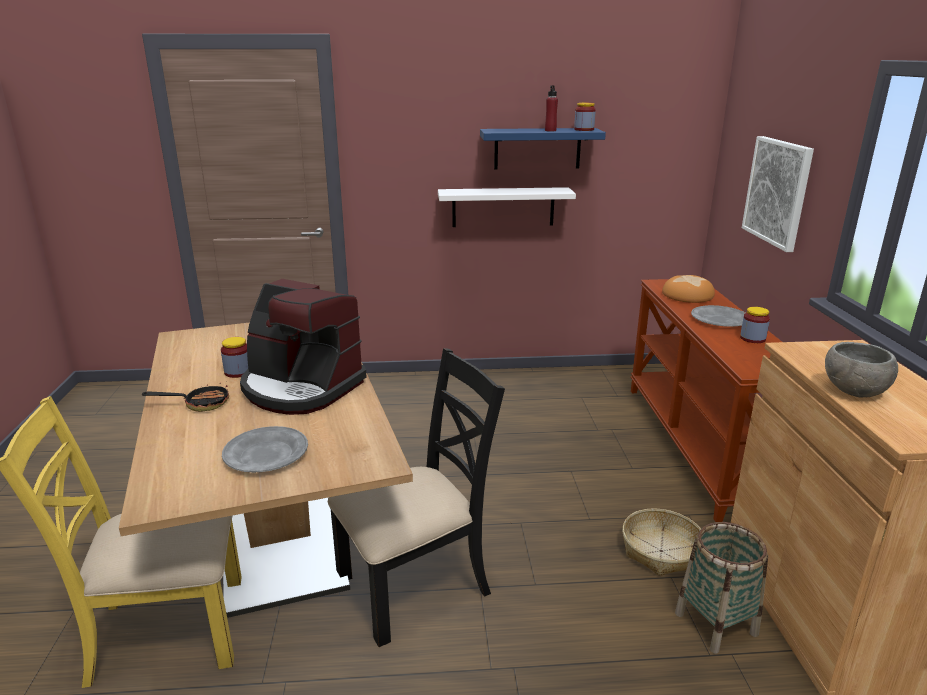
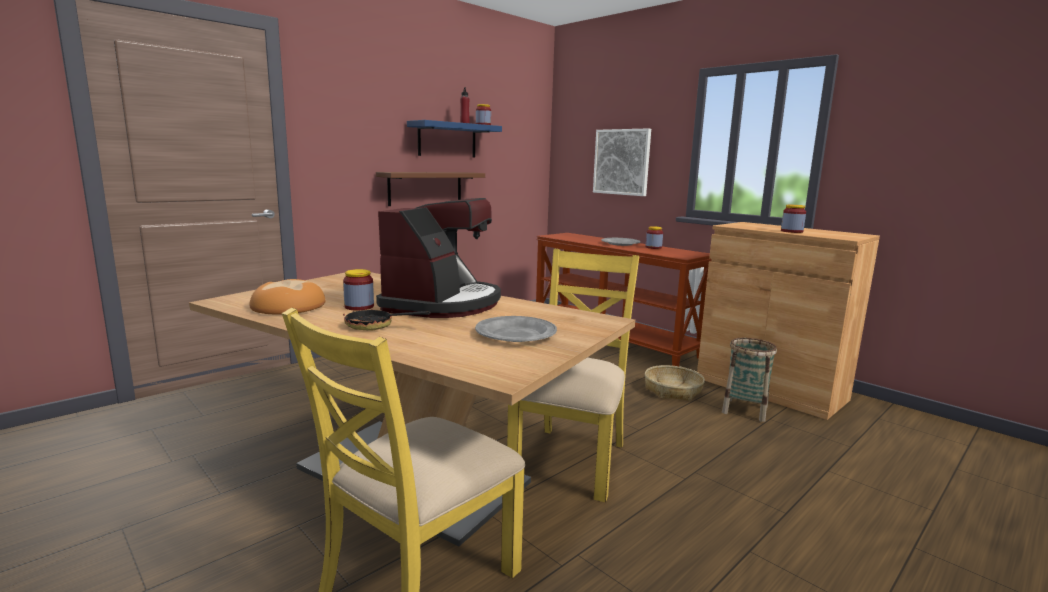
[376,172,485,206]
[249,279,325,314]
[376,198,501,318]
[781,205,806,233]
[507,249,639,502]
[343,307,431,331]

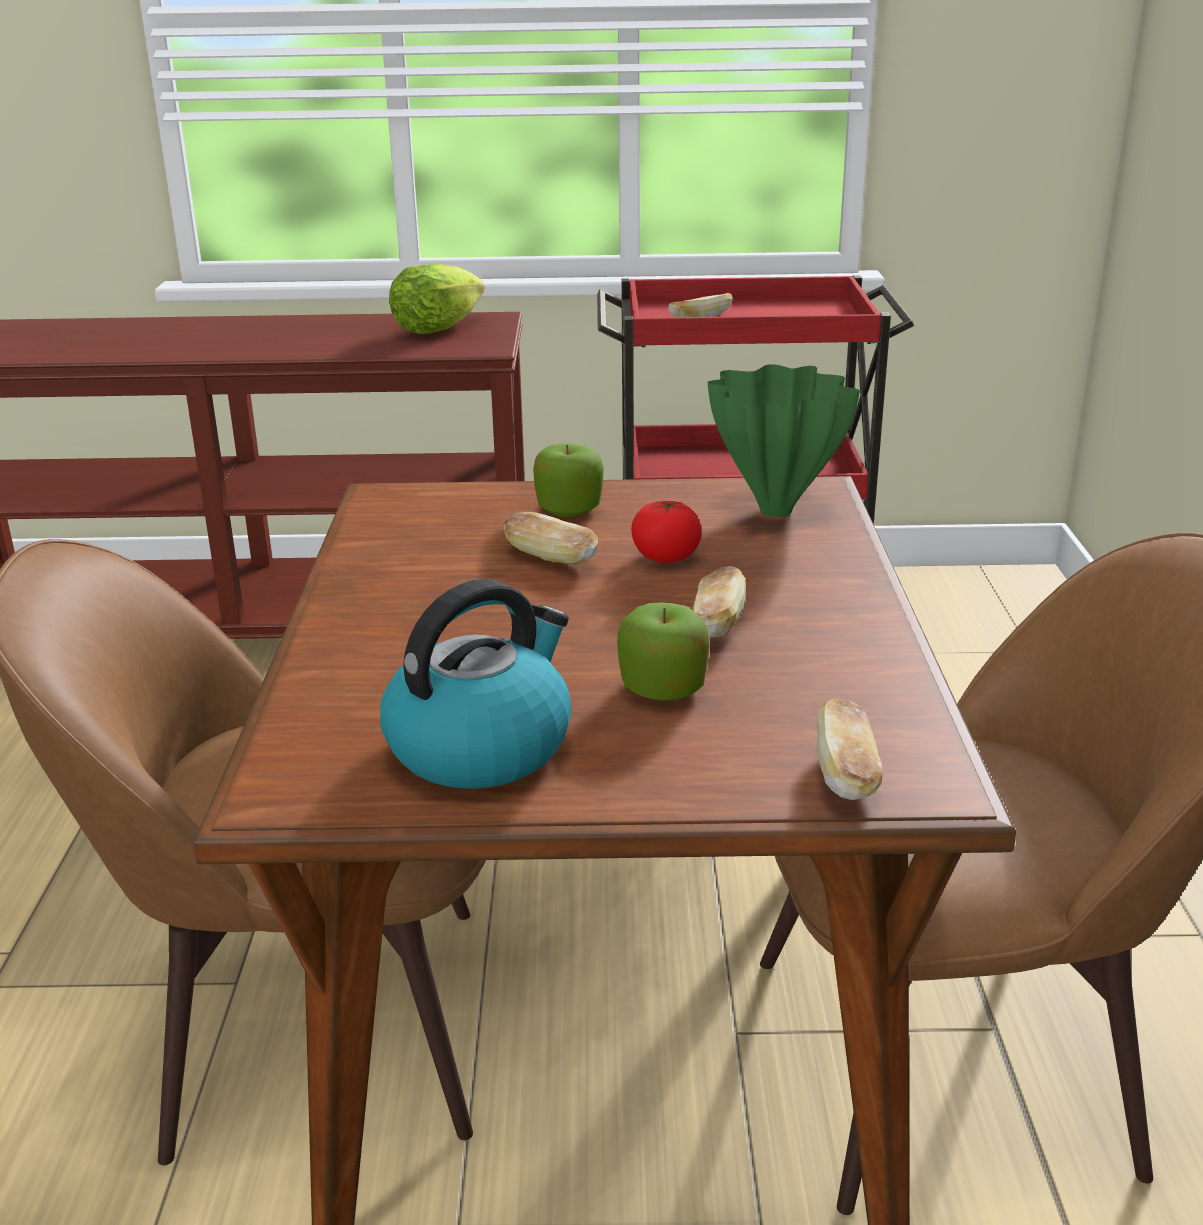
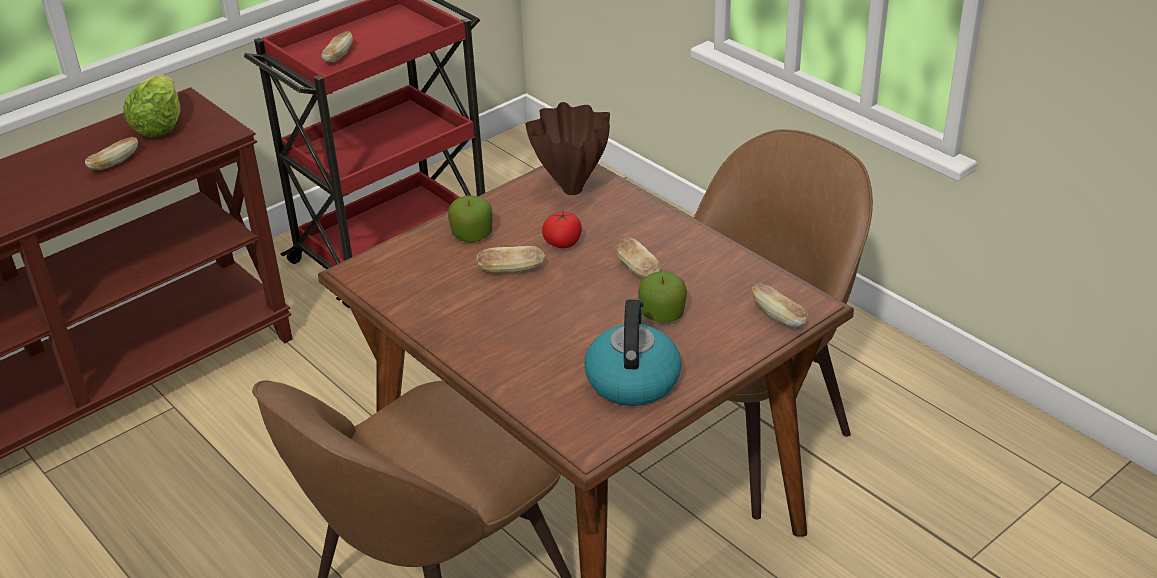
[525,102,610,195]
[85,137,138,170]

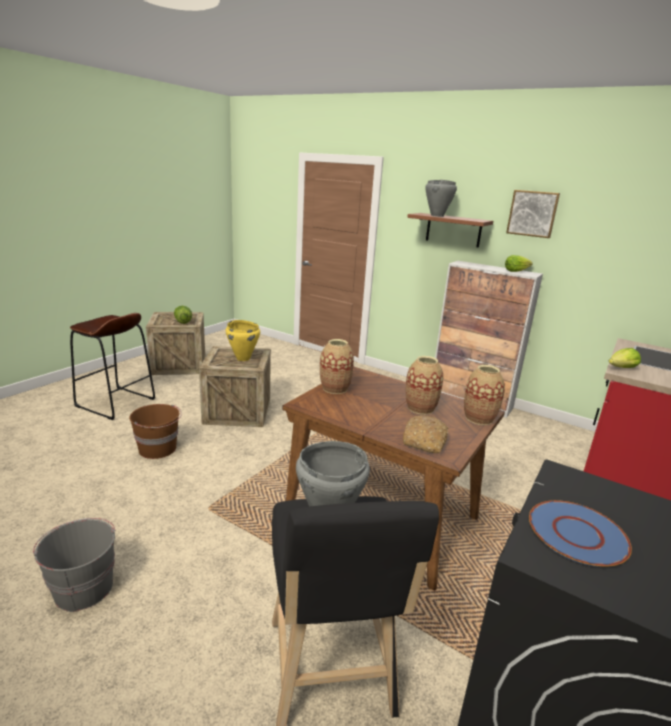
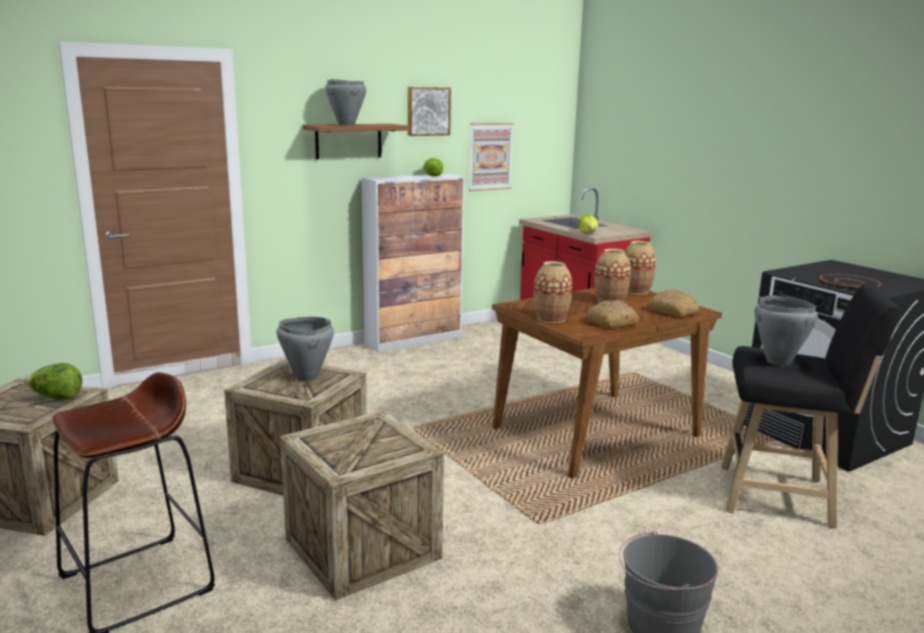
[276,317,334,381]
[280,410,444,600]
[820,274,881,290]
[469,123,514,191]
[586,300,638,329]

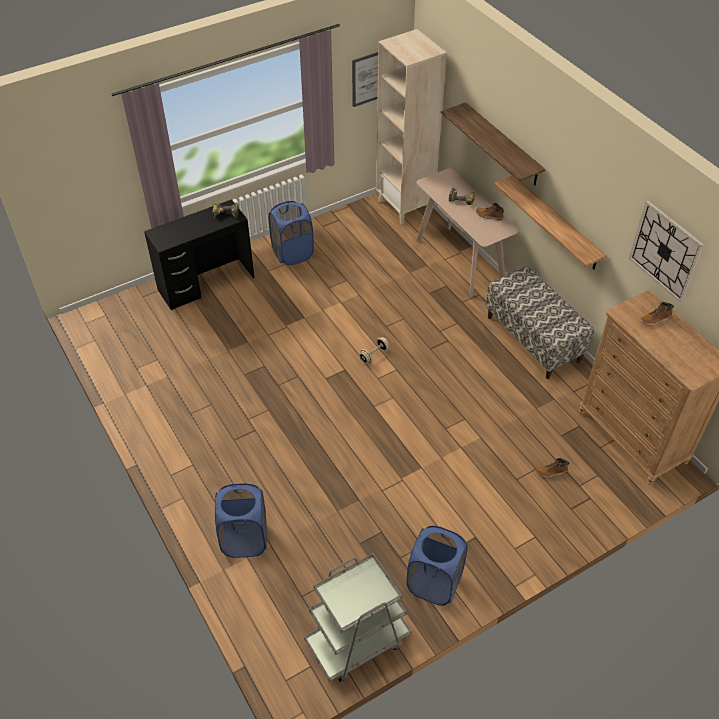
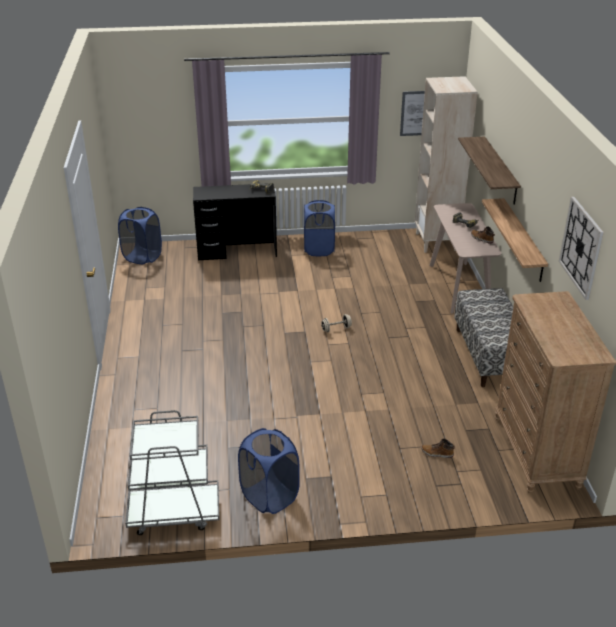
[640,302,674,326] (first image)
[118,207,162,264]

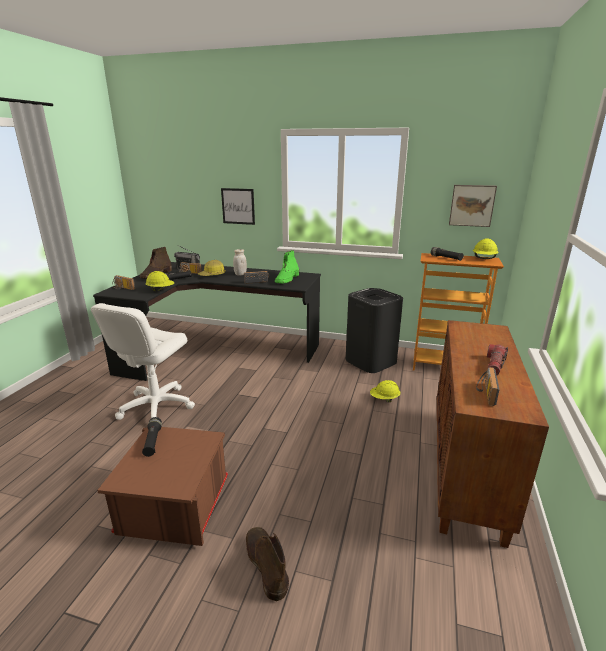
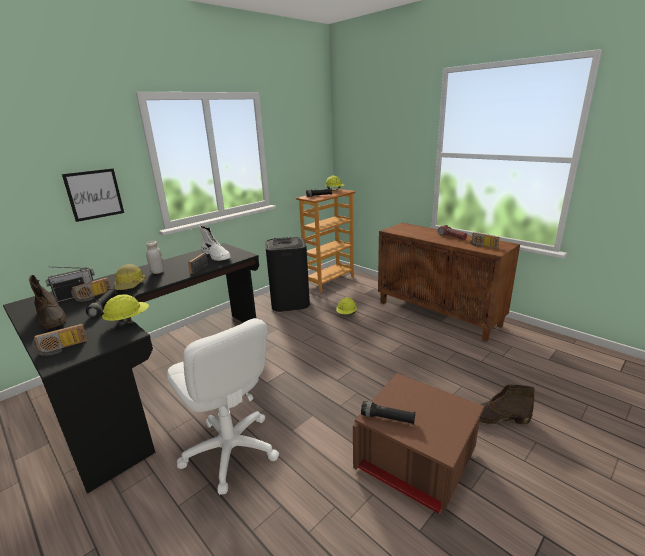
[449,185,497,227] (first image)
[199,226,231,261]

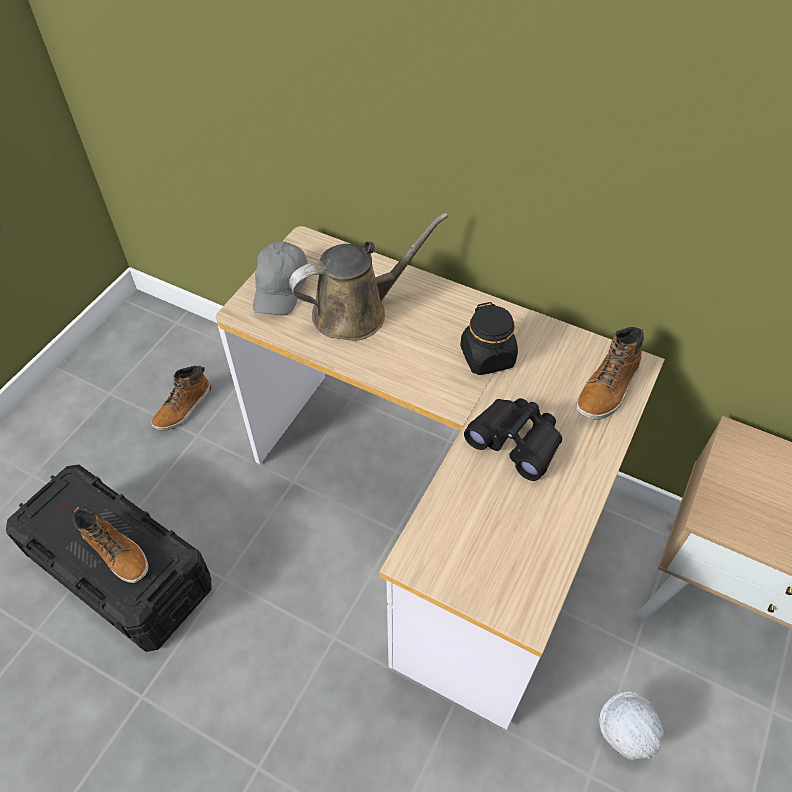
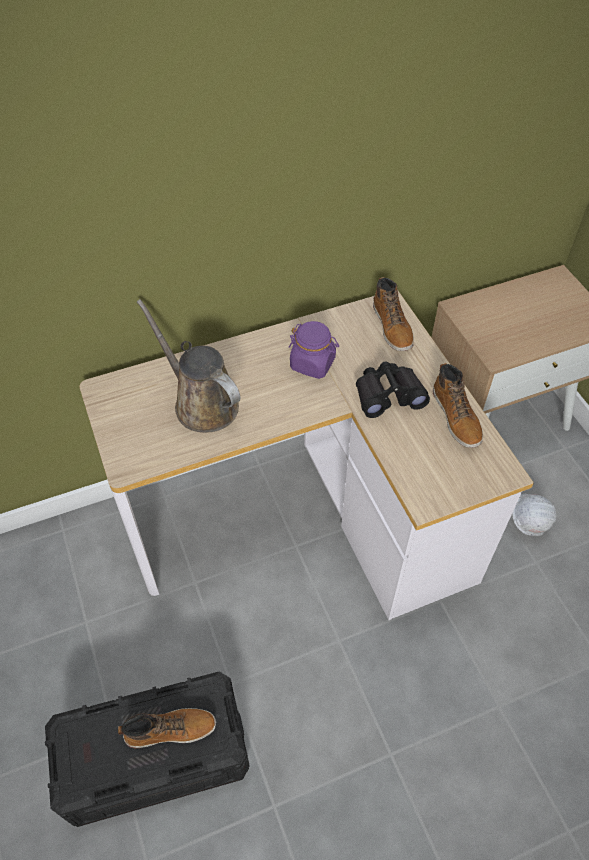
[137,299,240,433]
[253,241,308,315] (first image)
[289,321,339,379]
[433,363,483,448]

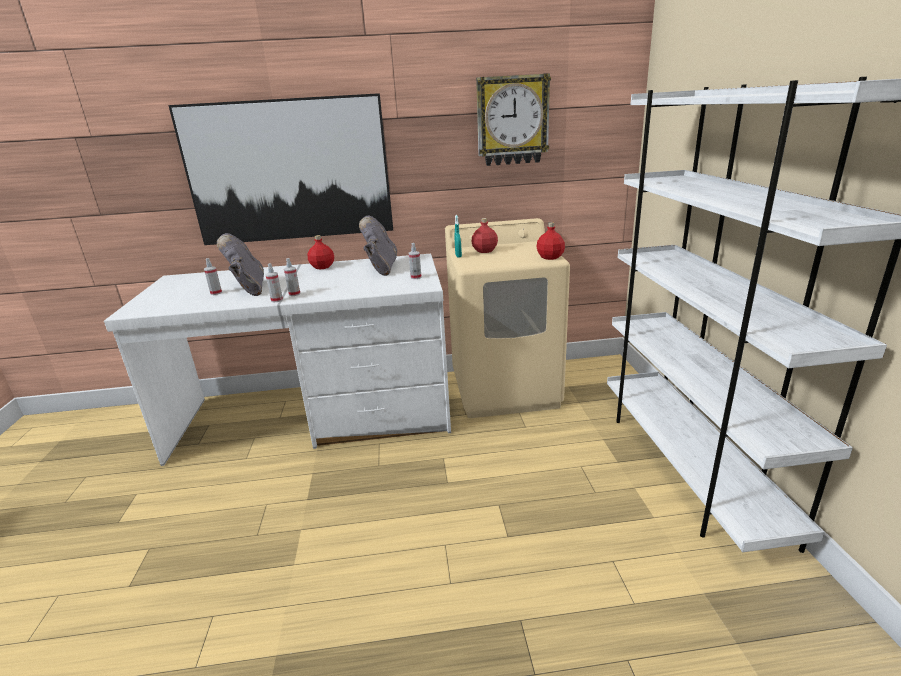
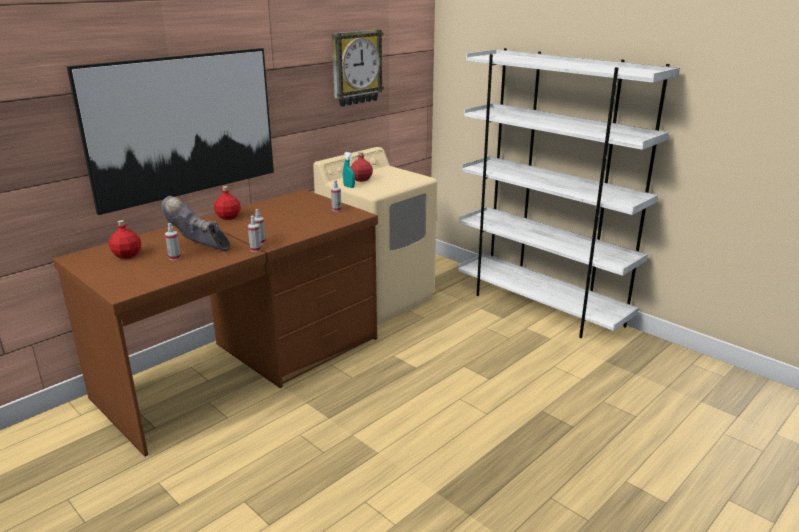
[359,216,397,276] (first image)
[109,220,141,259]
[53,189,378,457]

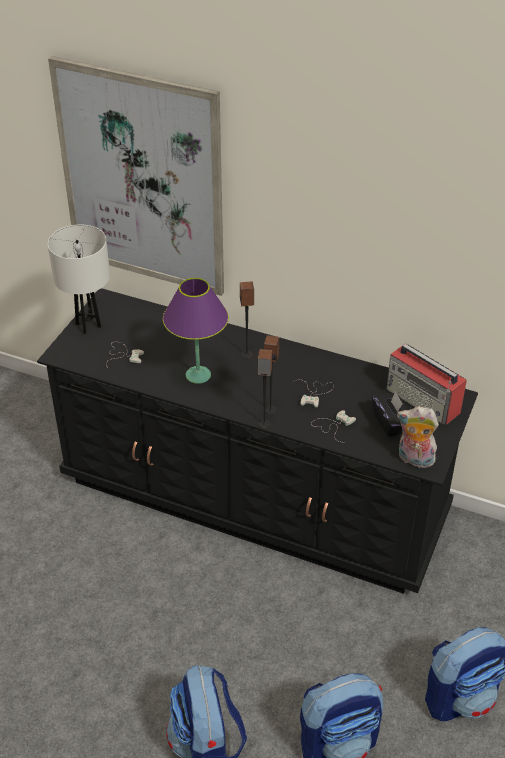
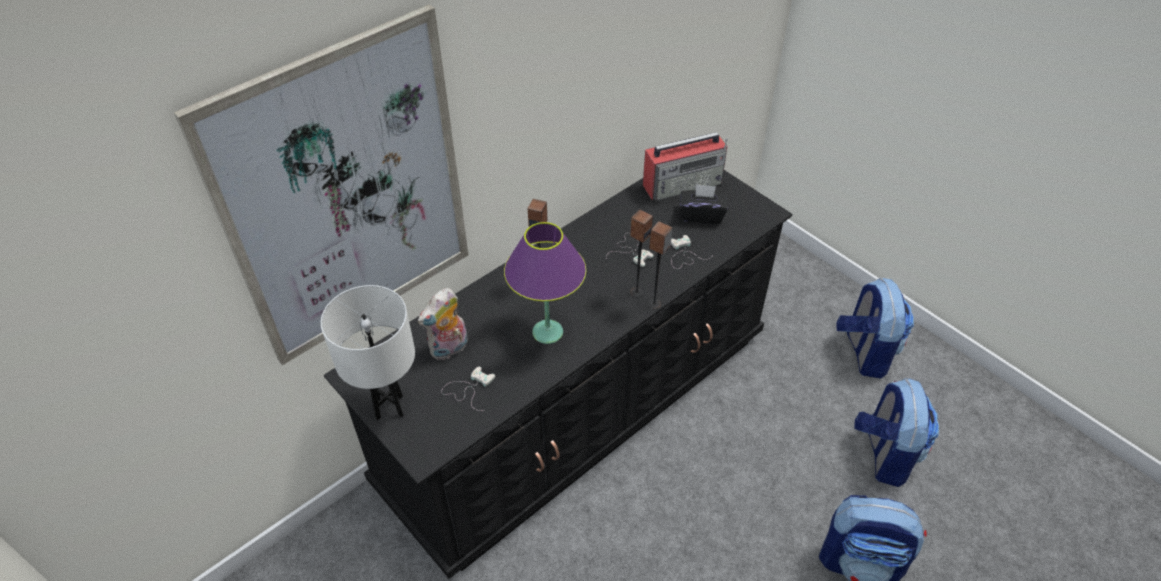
[418,288,468,361]

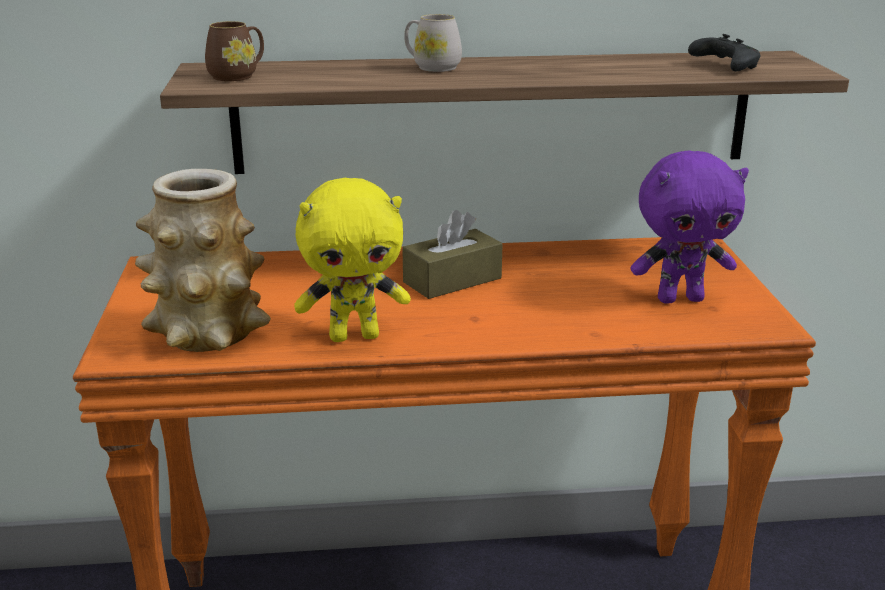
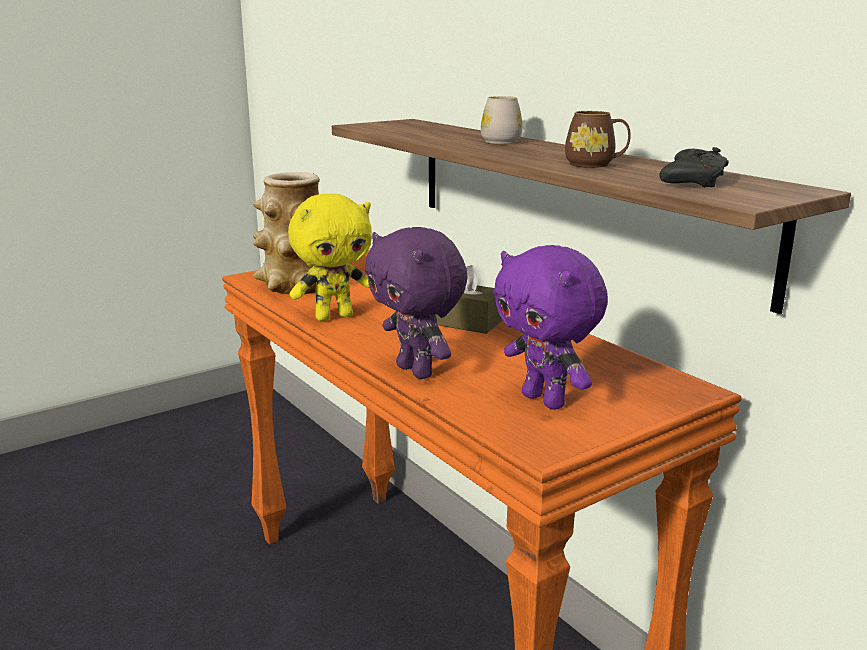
[565,111,631,168]
[288,193,372,321]
[365,227,468,379]

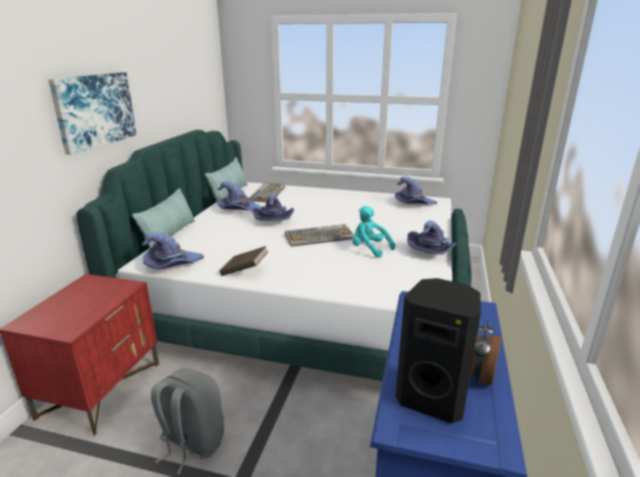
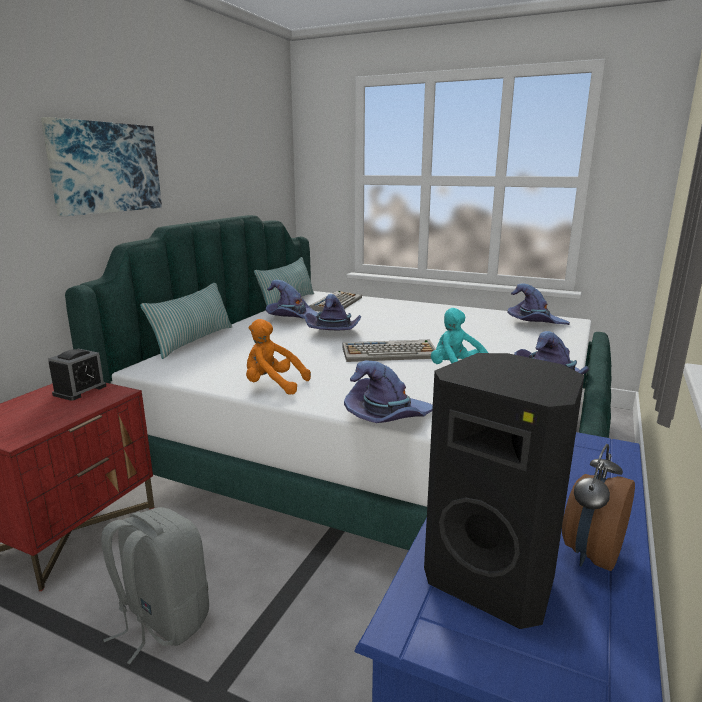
[344,361,433,423]
[246,319,311,395]
[48,349,106,401]

